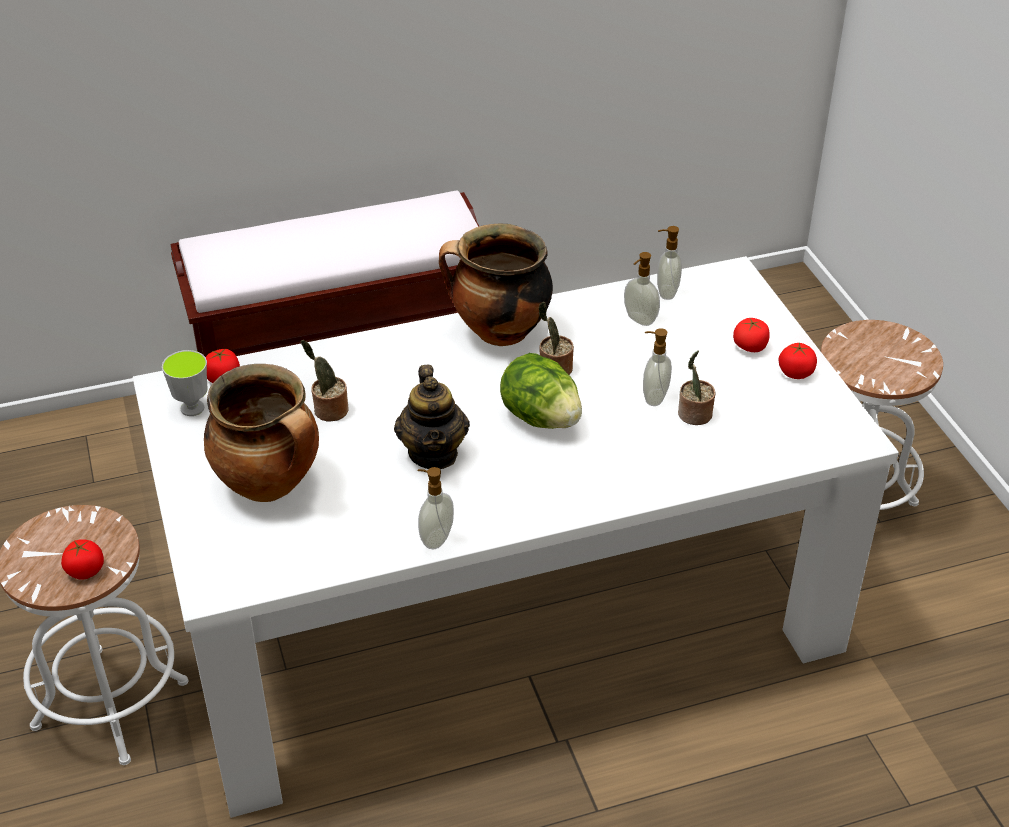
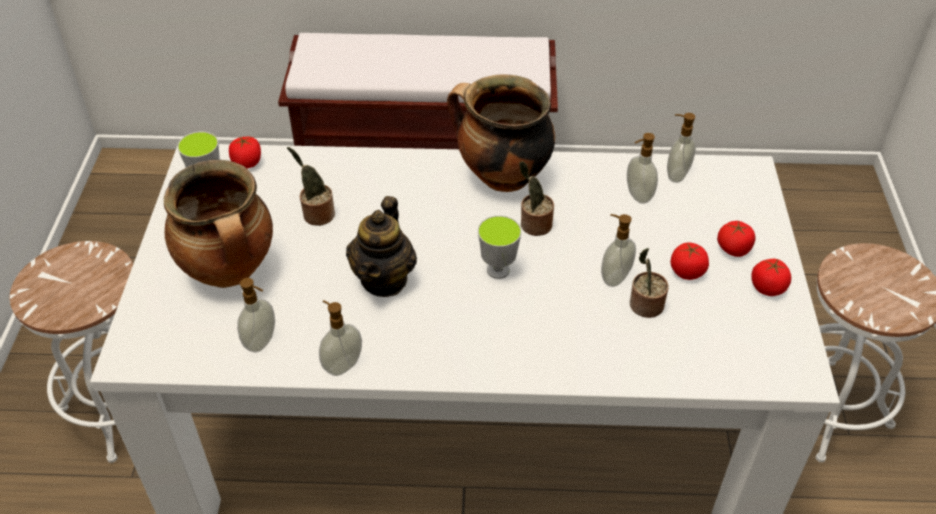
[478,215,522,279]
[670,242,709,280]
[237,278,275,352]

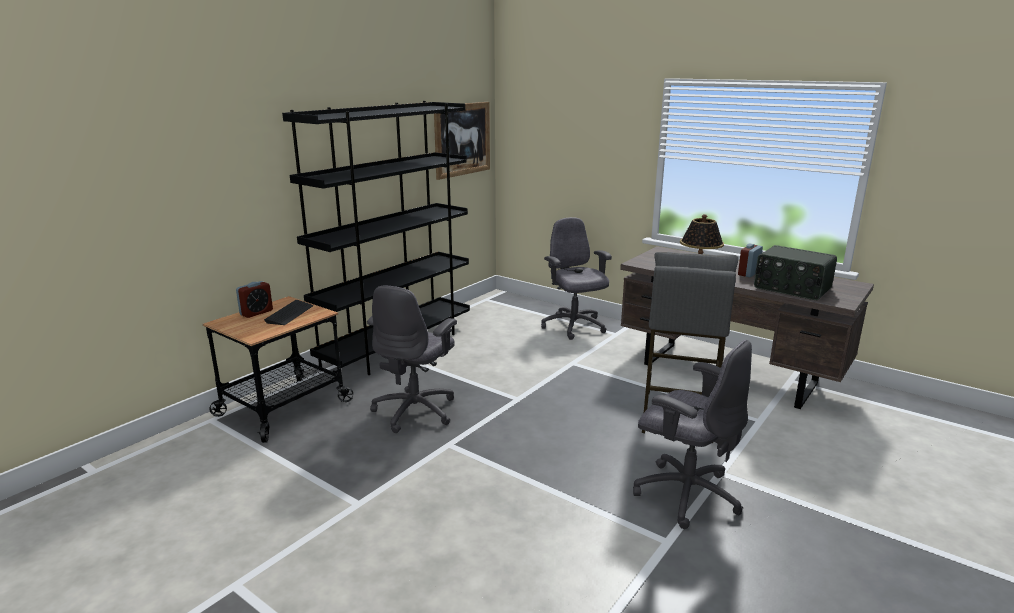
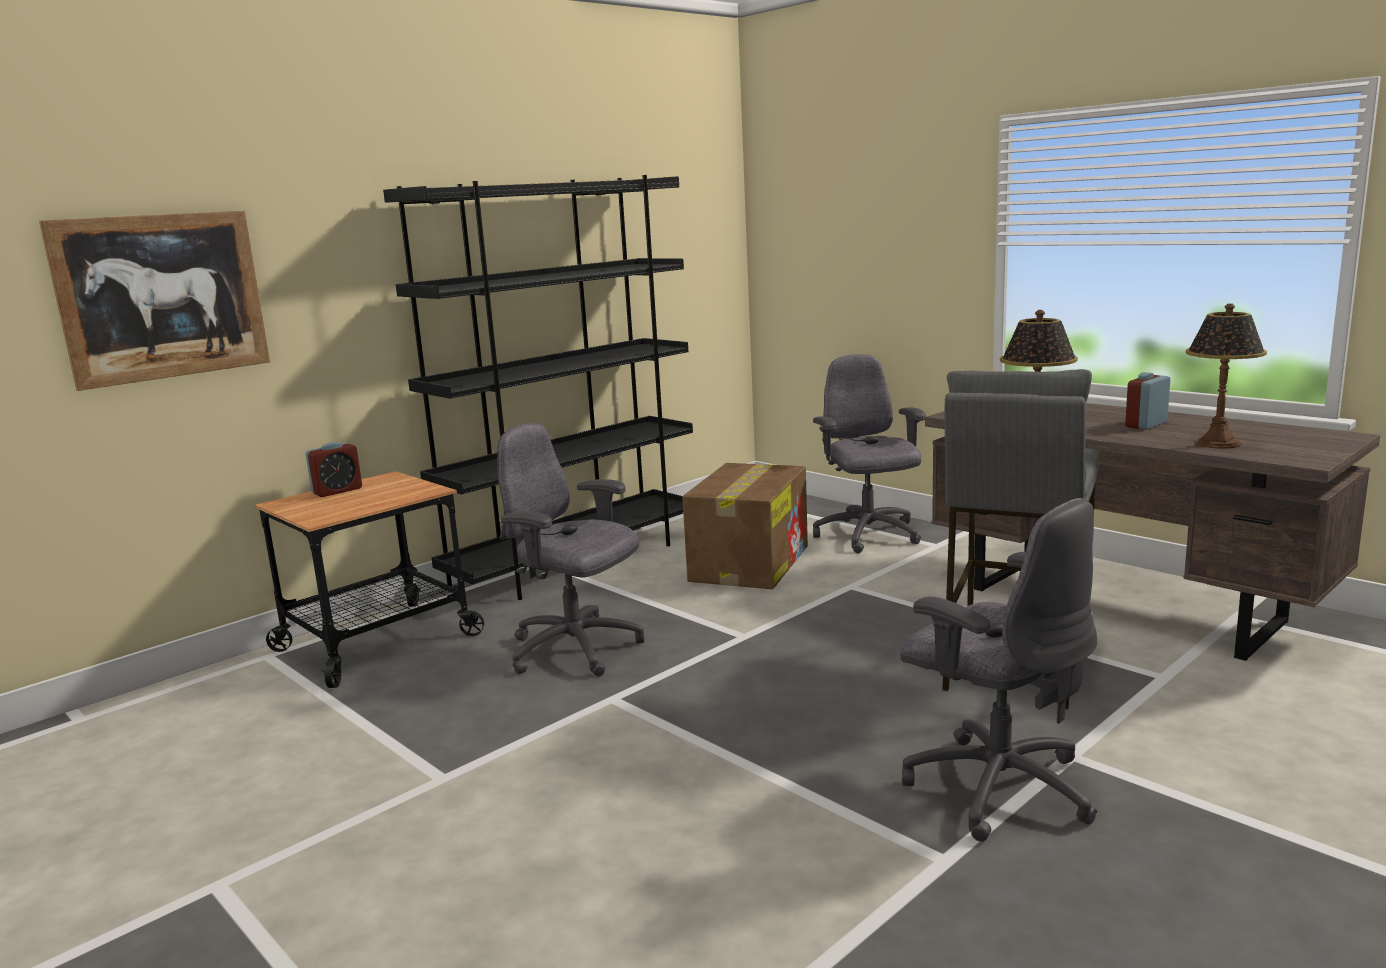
[39,211,270,391]
[1186,303,1267,449]
[497,423,644,676]
[264,300,313,325] (first image)
[682,463,808,589]

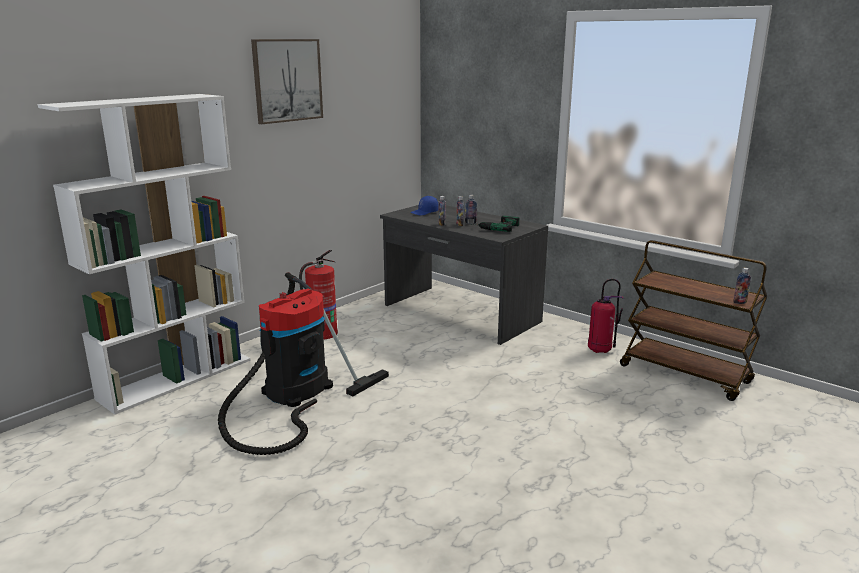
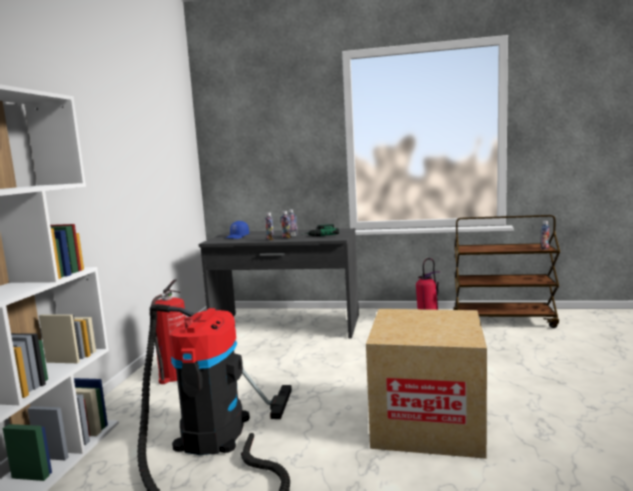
[251,39,323,124] (first image)
[366,309,487,459]

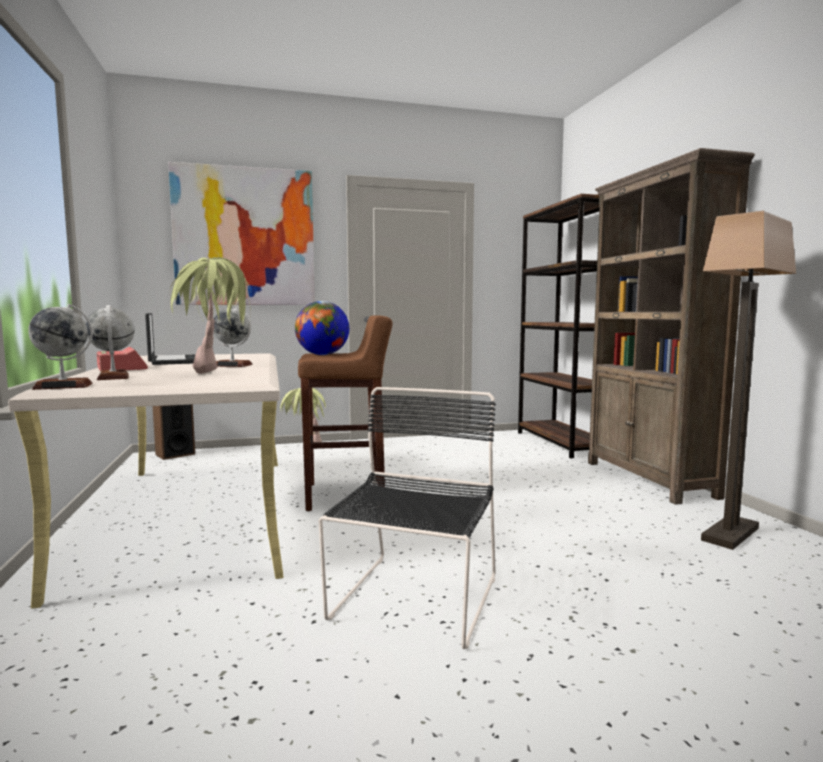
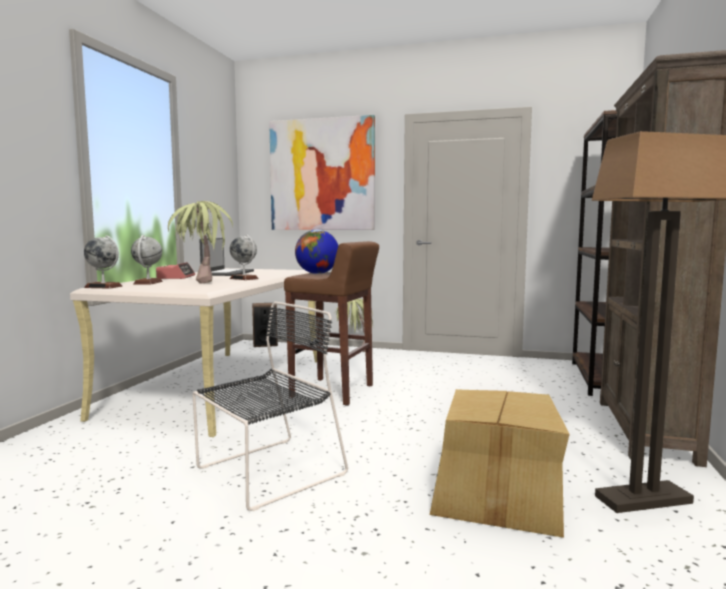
[430,389,570,538]

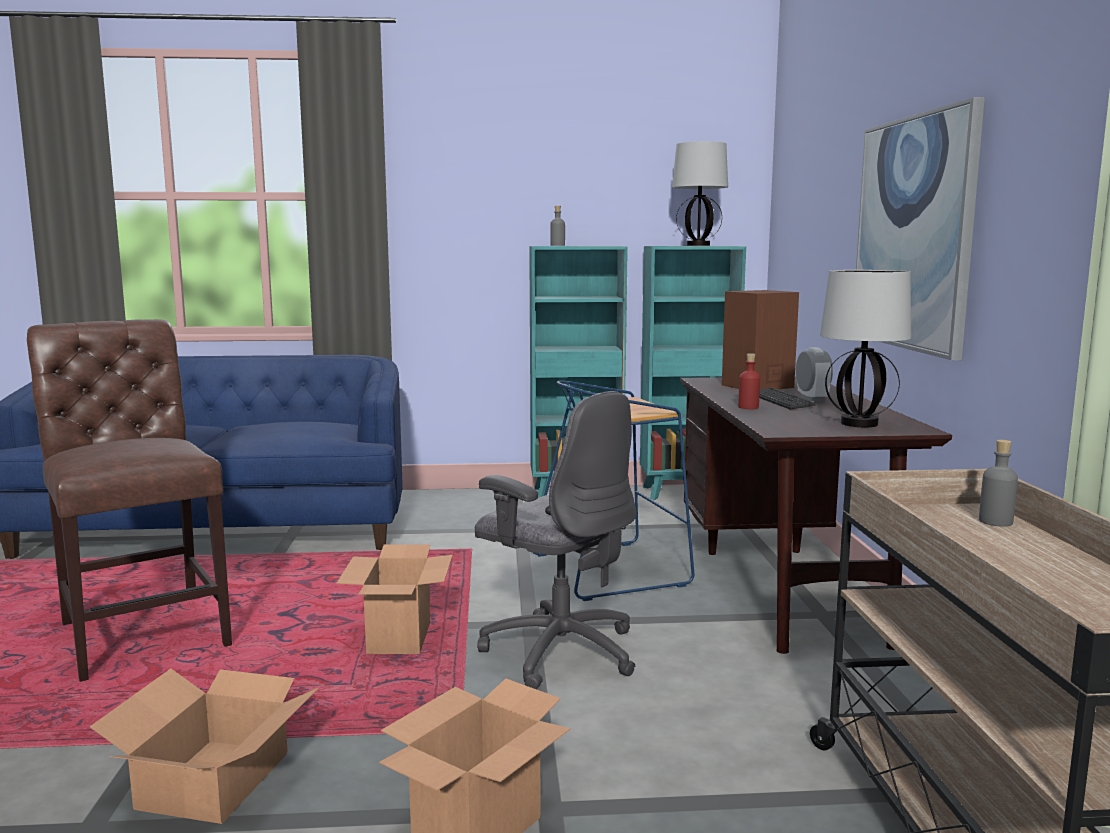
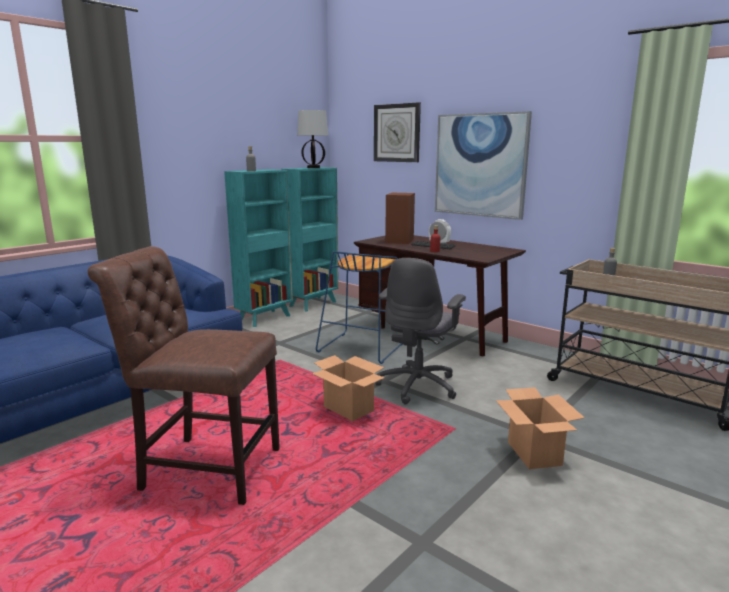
[820,270,911,427] (first image)
[375,258,466,405]
[90,669,318,824] (first image)
[374,102,421,162]

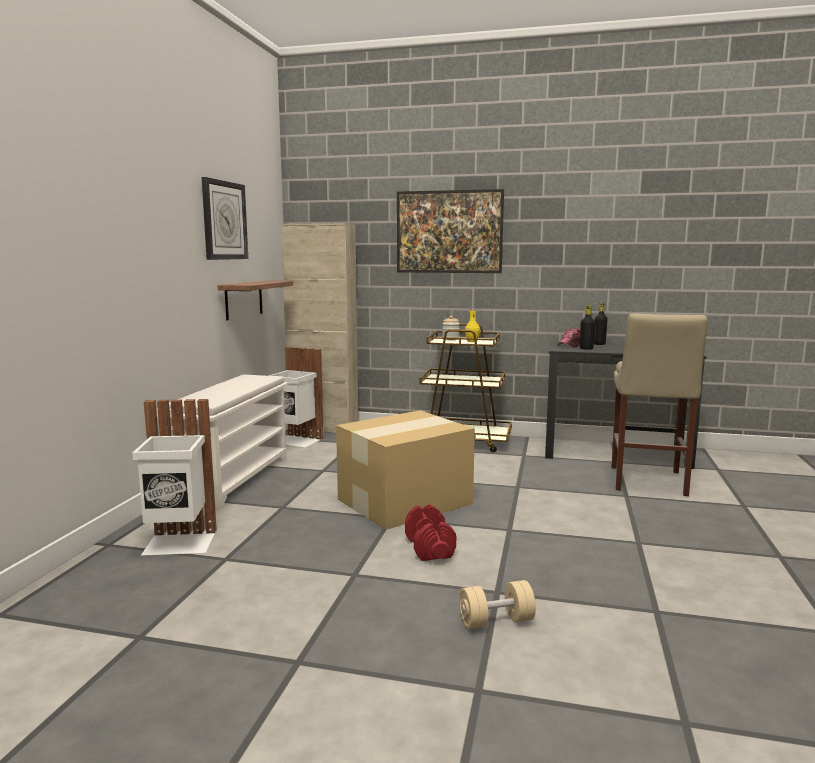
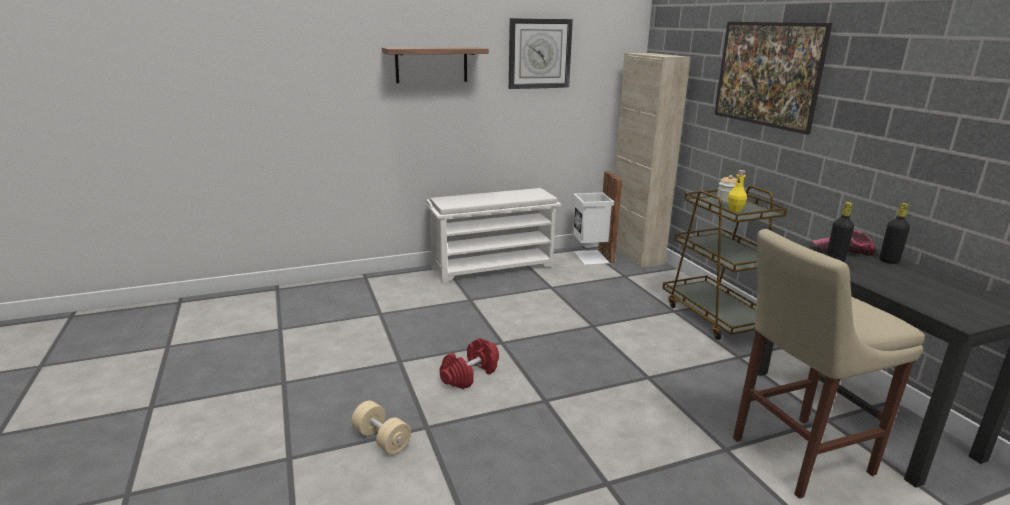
[382,47,489,83]
[132,399,217,556] (first image)
[336,410,475,530] (first image)

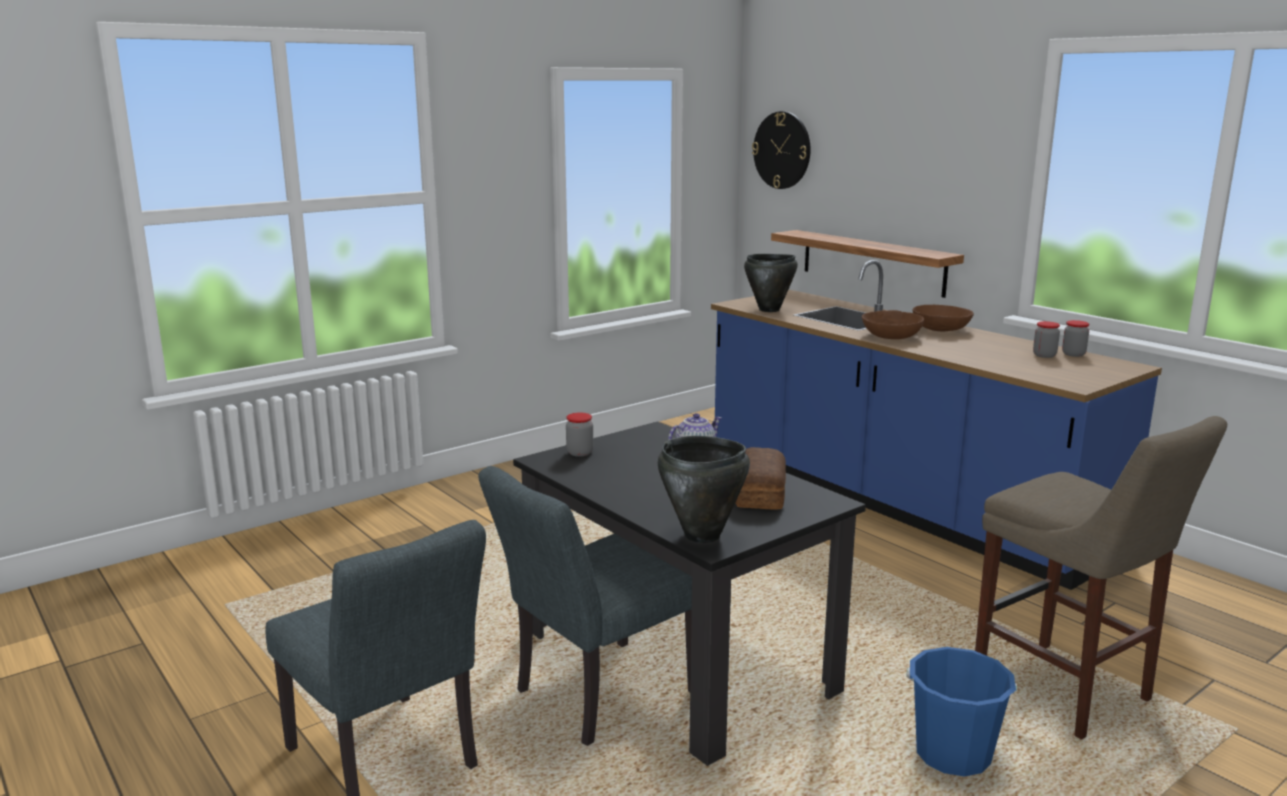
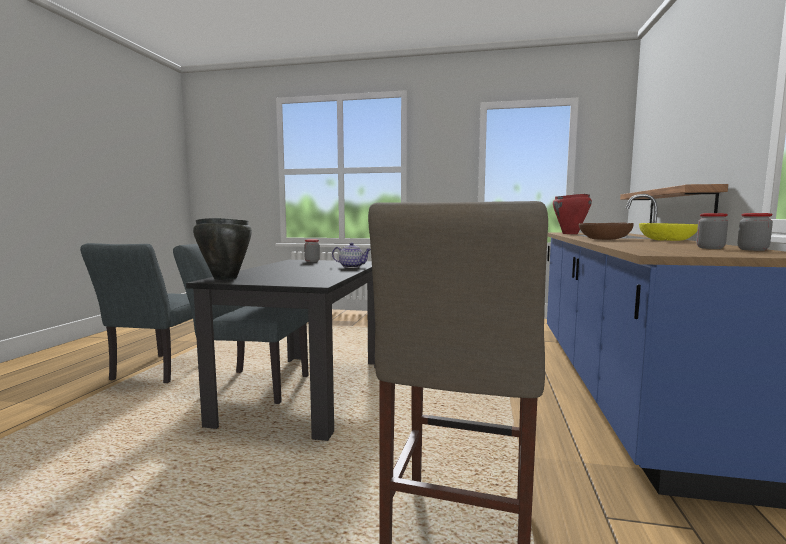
[752,111,811,189] (first image)
[553,194,592,234]
[639,223,698,241]
[735,447,786,509] (first image)
[906,647,1017,777] (first image)

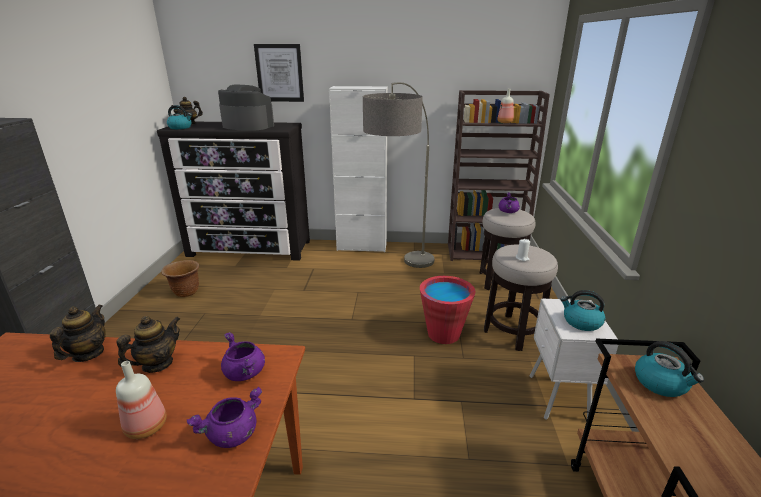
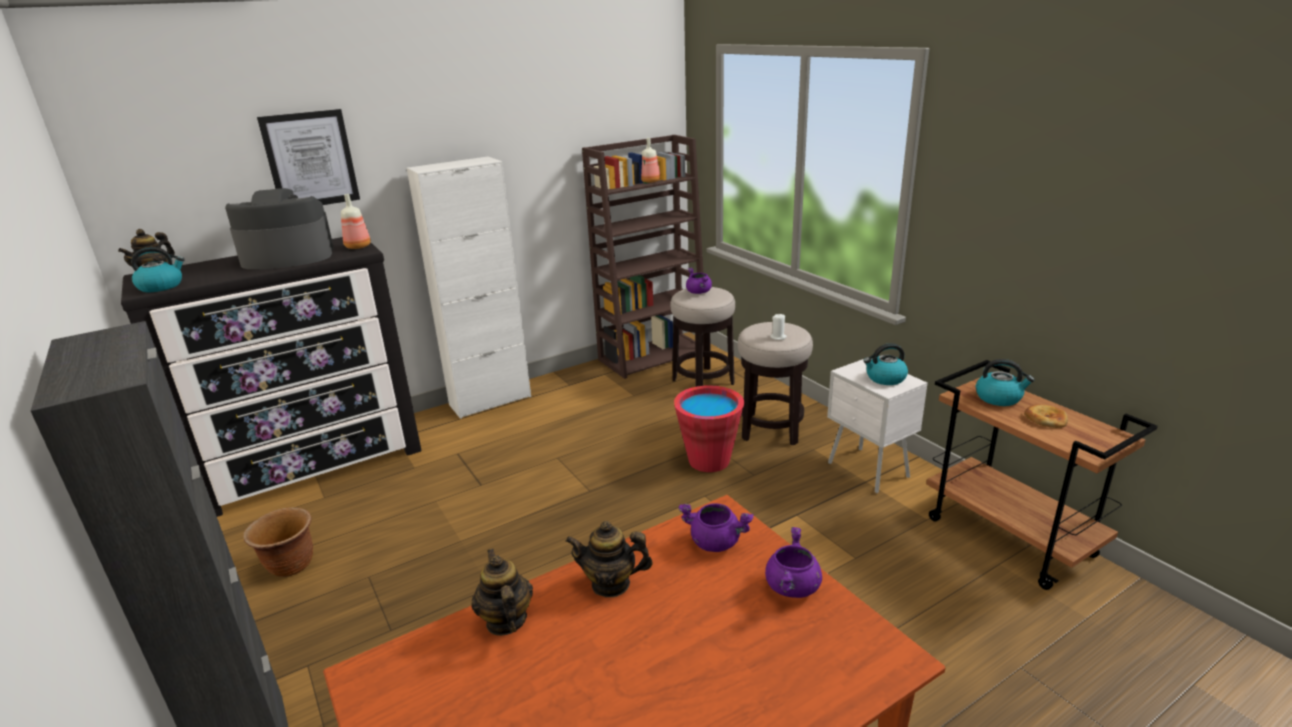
[363,82,434,268] (first image)
[566,521,653,597]
[341,194,371,249]
[1024,404,1068,428]

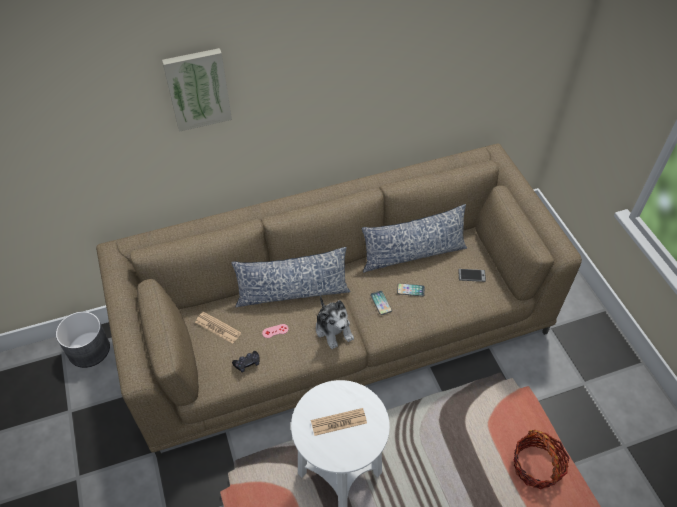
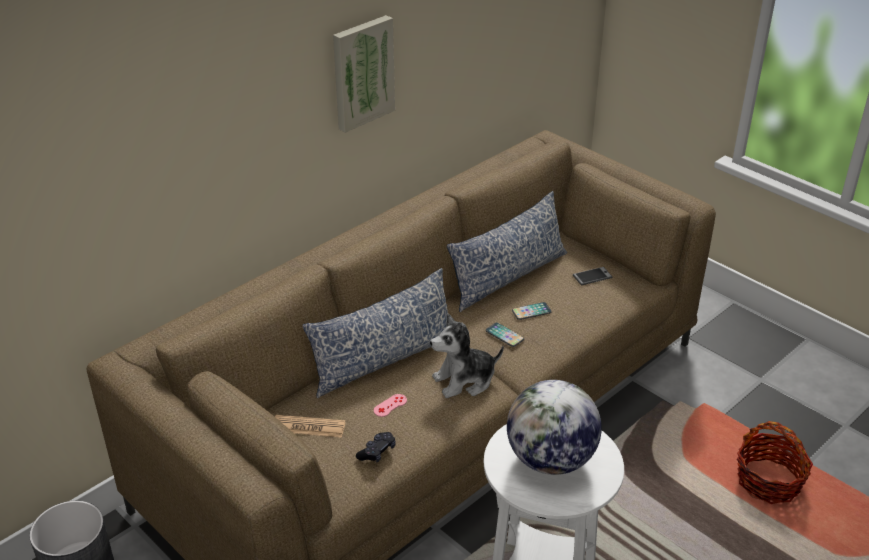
[333,15,395,133]
[430,314,504,398]
[507,380,602,475]

